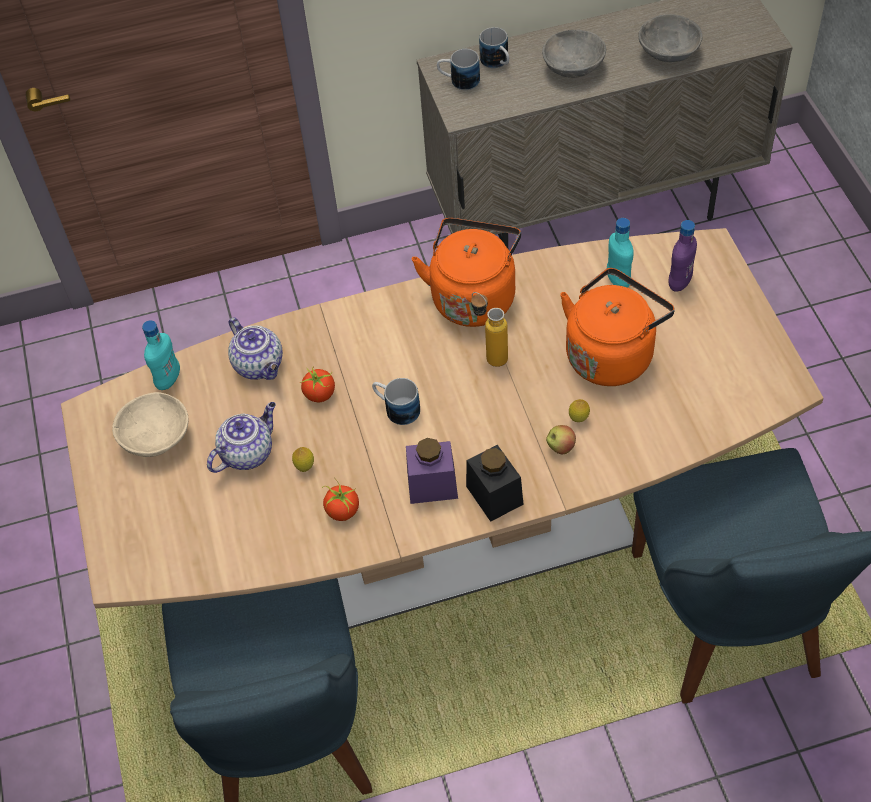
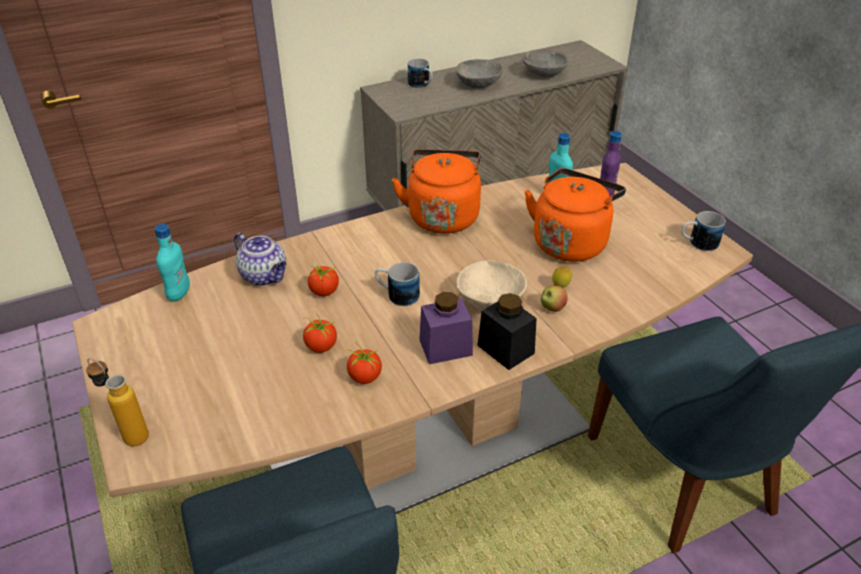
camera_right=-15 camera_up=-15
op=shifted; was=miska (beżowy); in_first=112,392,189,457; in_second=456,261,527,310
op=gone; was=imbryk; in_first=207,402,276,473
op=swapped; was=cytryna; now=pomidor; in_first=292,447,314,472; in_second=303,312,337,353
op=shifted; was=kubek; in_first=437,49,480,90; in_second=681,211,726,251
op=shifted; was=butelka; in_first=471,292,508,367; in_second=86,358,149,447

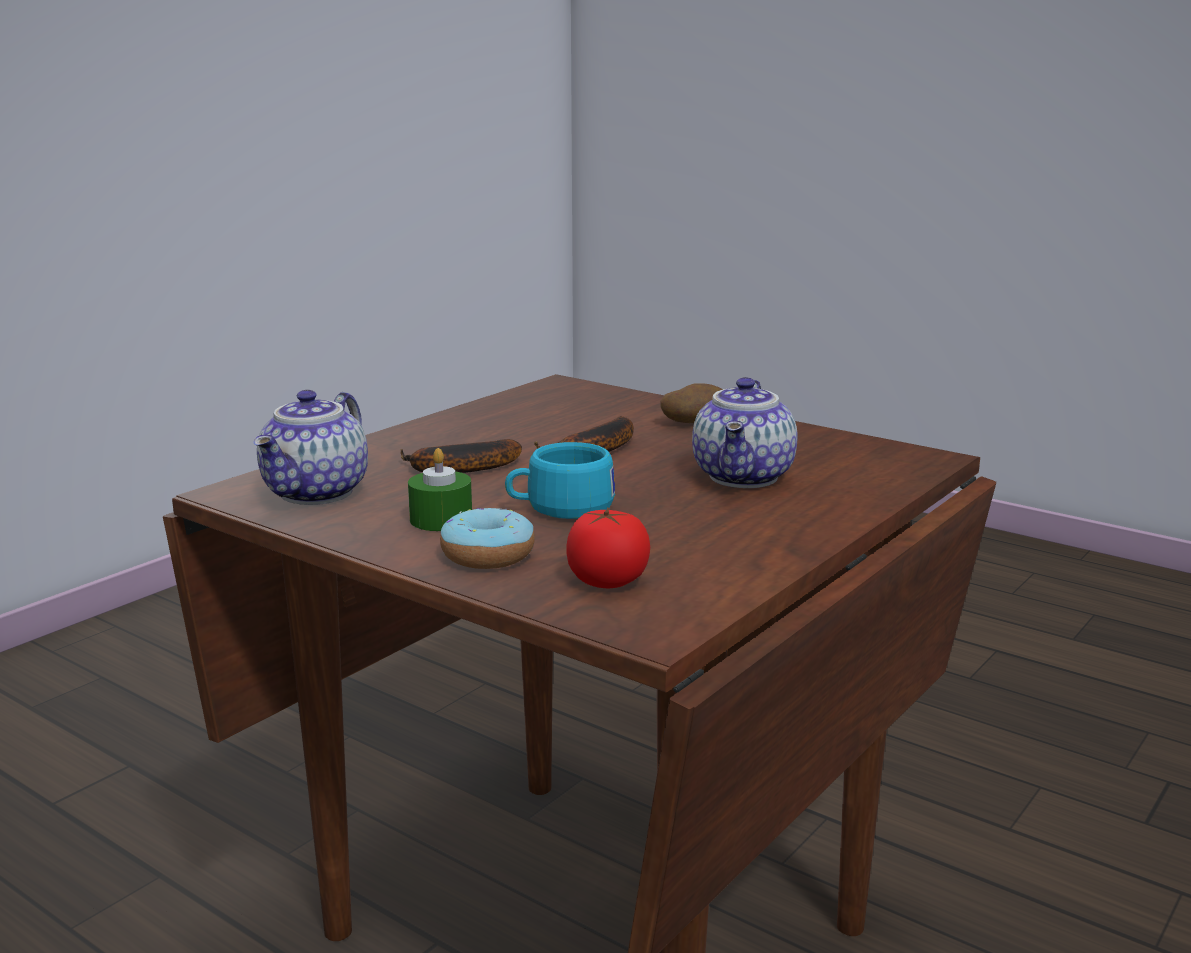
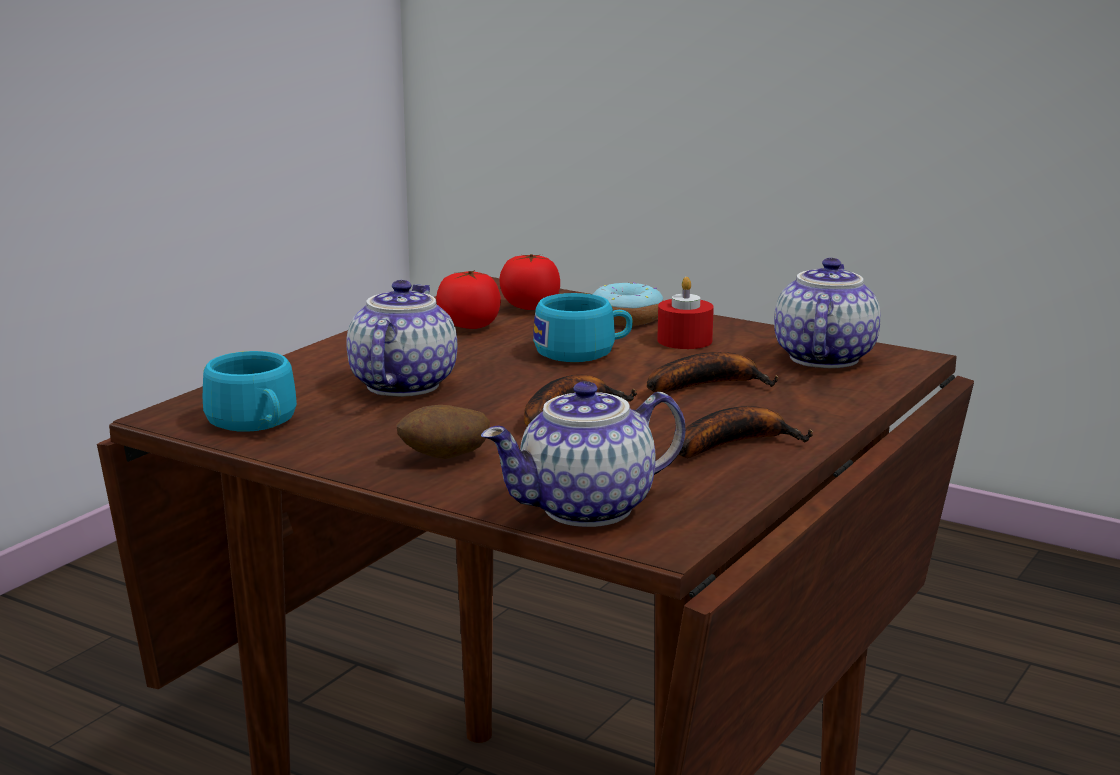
camera_right=175 camera_up=0
op=repainted; was=świeca (zielony); now=świeca (czerwony); in_first=408,448,472,531; in_second=657,277,714,349
op=new; now=filiżanka (turkusowy); in_second=203,351,297,432
op=new; now=pomidor; in_second=436,270,501,329
op=new; now=imbryk; in_second=481,381,685,527
op=new; now=banan; in_second=678,406,813,458

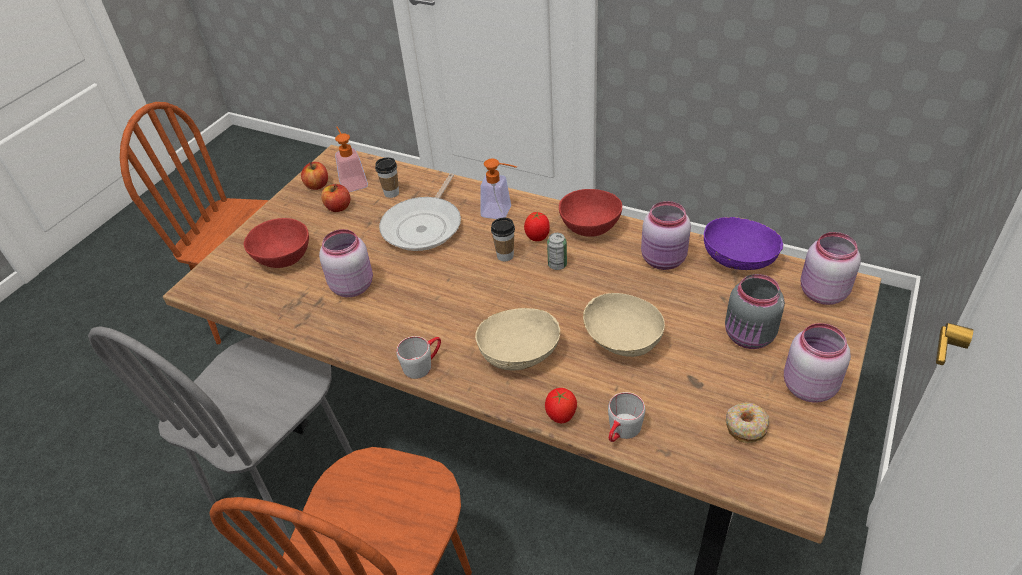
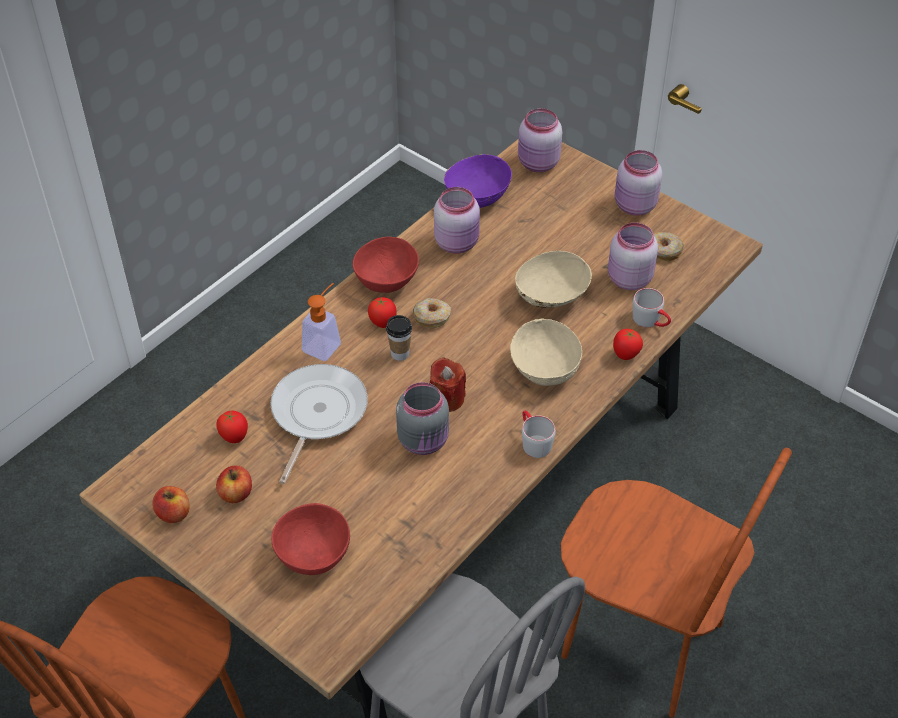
camera_right=-80 camera_up=5
op=shifted; was=słoik (różowy); in_first=319,229,373,297; in_second=608,223,658,290
op=gone; was=dozownik mydła; in_first=335,127,368,192
op=swapped; was=filiżanka; now=pomidor; in_first=375,158,399,198; in_second=216,411,248,443
op=rotated; was=patelnia; in_first=379,173,461,251; in_second=270,364,368,484; clockwise=-105
op=swapped; was=puszka; now=donut; in_first=547,233,567,270; in_second=413,298,451,328
op=shifted; was=słoik (szary); in_first=725,274,785,349; in_second=396,382,449,455
op=new; now=świeca (czerwony); in_second=430,357,466,412

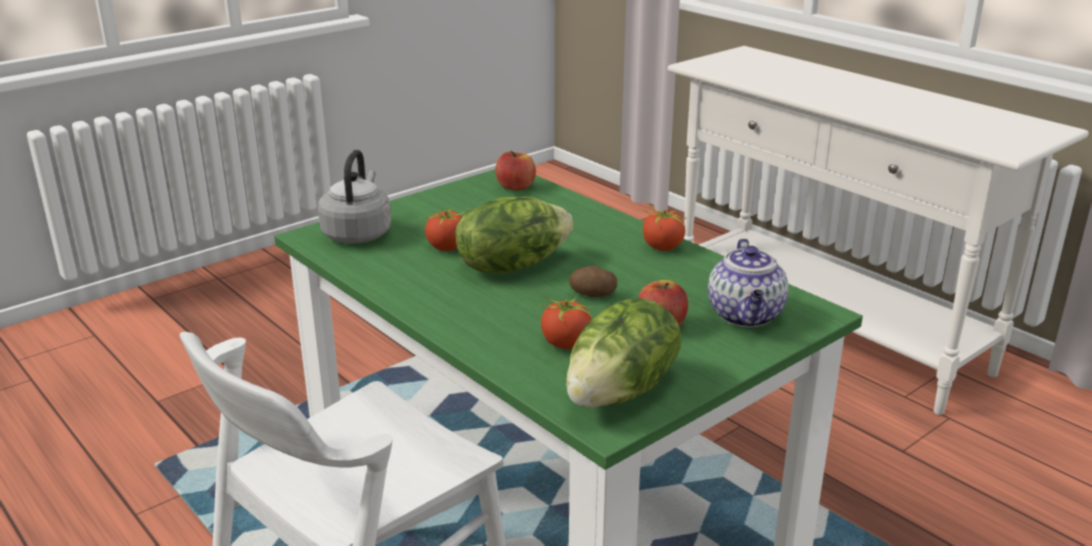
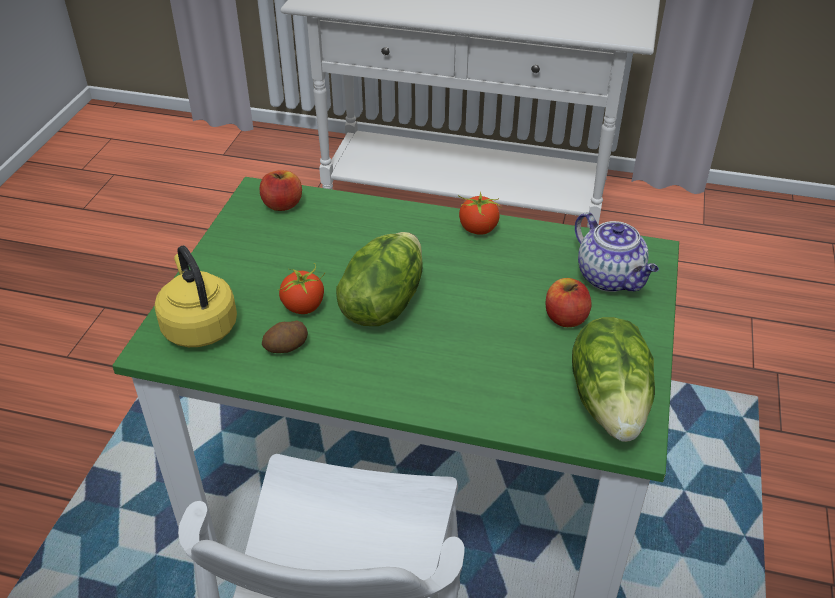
camera_right=-35 camera_up=15
op=repainted; was=czajnik (szary); now=czajnik (żółty); in_first=318,150,391,244; in_second=154,246,237,347
op=gone; was=pomidor; in_first=539,295,593,349
op=shifted; was=ziemniak; in_first=569,266,617,297; in_second=262,320,308,353

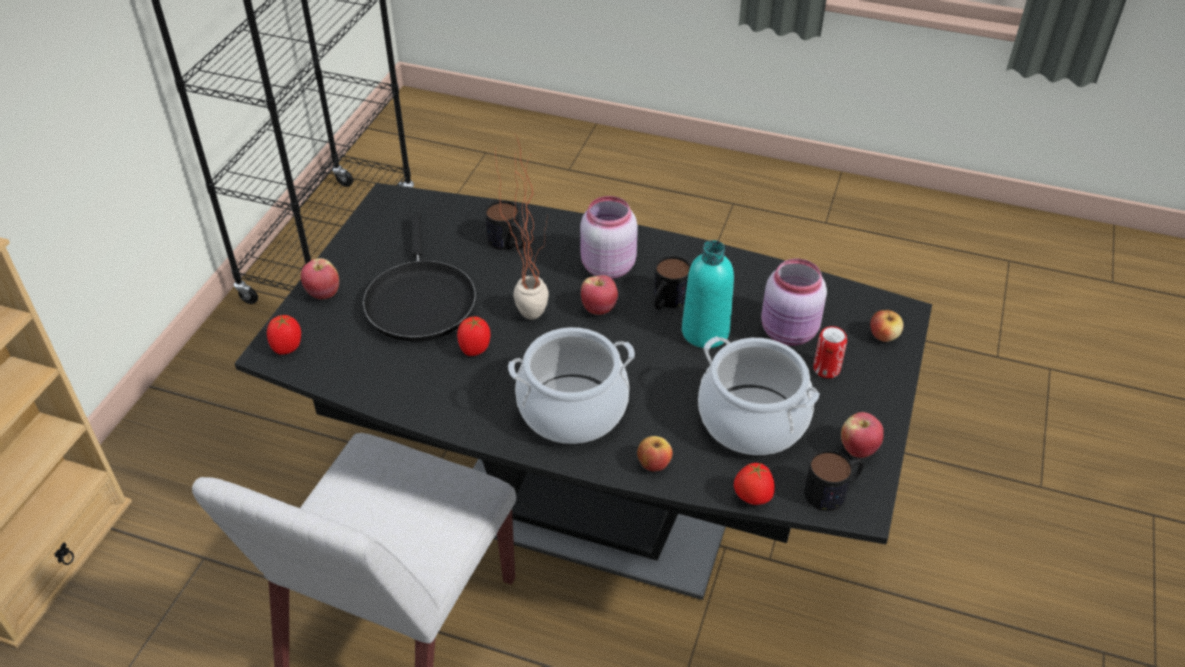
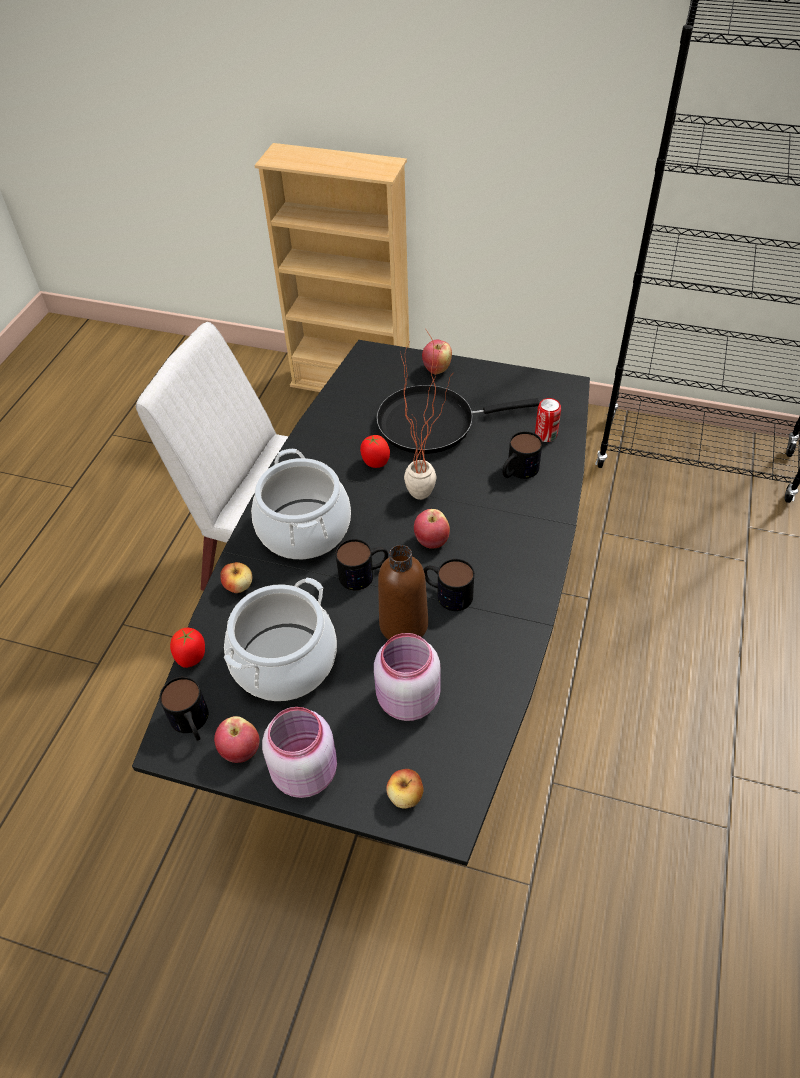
camera_right=90 camera_up=5
op=gone; was=pomidor; in_first=267,315,301,354
op=shifted; was=słoik (różowy); in_first=580,196,638,279; in_second=262,707,337,798
op=repainted; was=butelka (turkusowy); now=butelka (brązowy); in_first=682,240,734,348; in_second=378,545,428,640
op=shifted; was=puszka; in_first=813,326,847,378; in_second=535,398,561,442
op=new; now=kubek; in_second=336,539,388,590

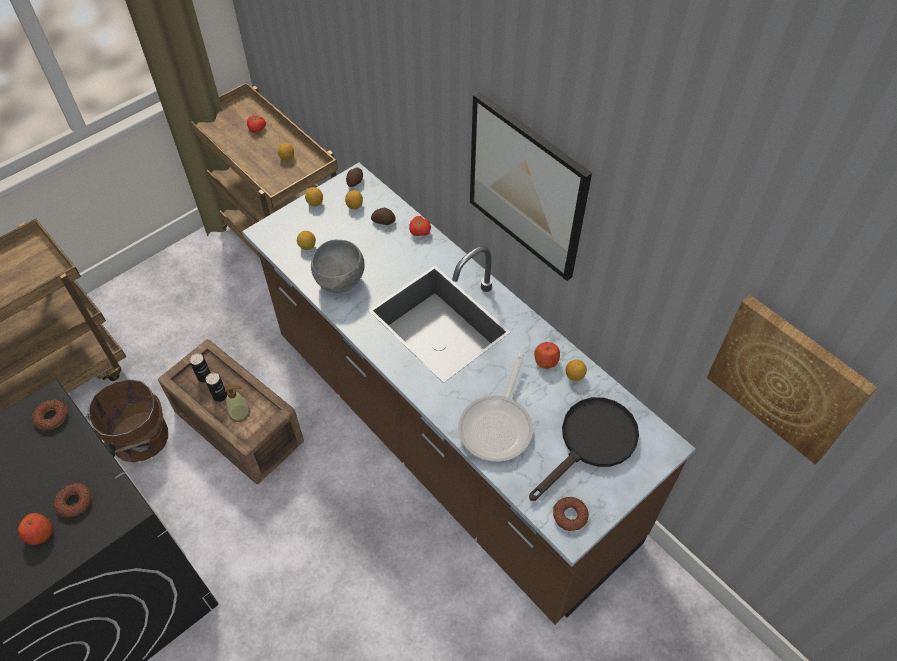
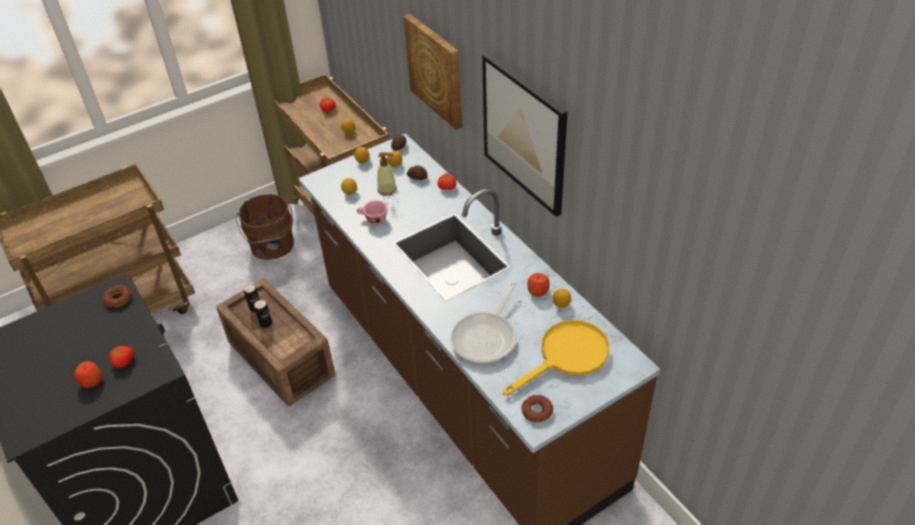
camera_right=10 camera_up=-10
op=swapped; was=donut; now=pomidor; in_first=54,483,91,518; in_second=110,346,134,368
op=shifted; was=wiadro (brązowy); in_first=85,379,168,462; in_second=236,194,294,260
op=shifted; was=dozownik mydła; in_first=225,385,250,422; in_second=377,152,397,196
op=swapped; was=miska (szary); now=filiżanka (różowy); in_first=311,240,365,293; in_second=356,200,388,225
op=repainted; was=patelnia (czarny); now=patelnia (żółty); in_first=529,397,639,501; in_second=503,320,609,396
op=shifted; was=obraz; in_first=707,294,877,464; in_second=403,14,462,130

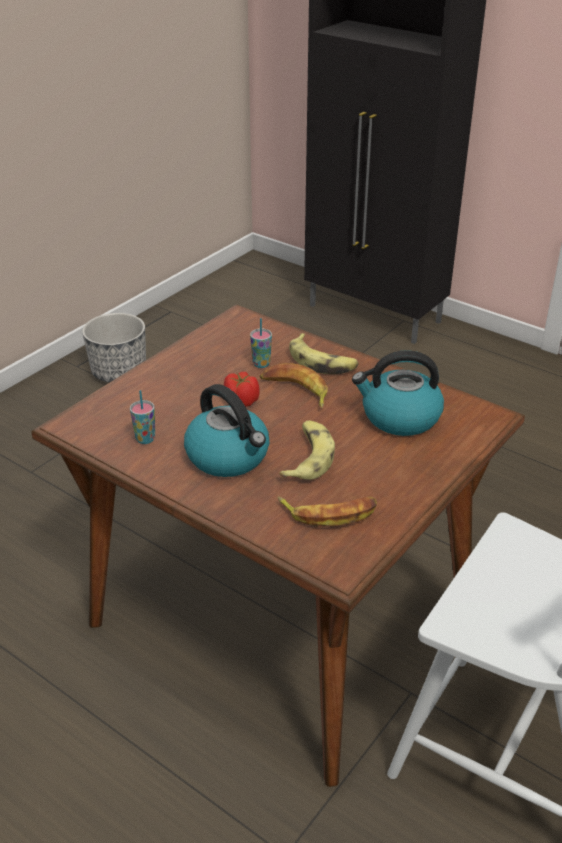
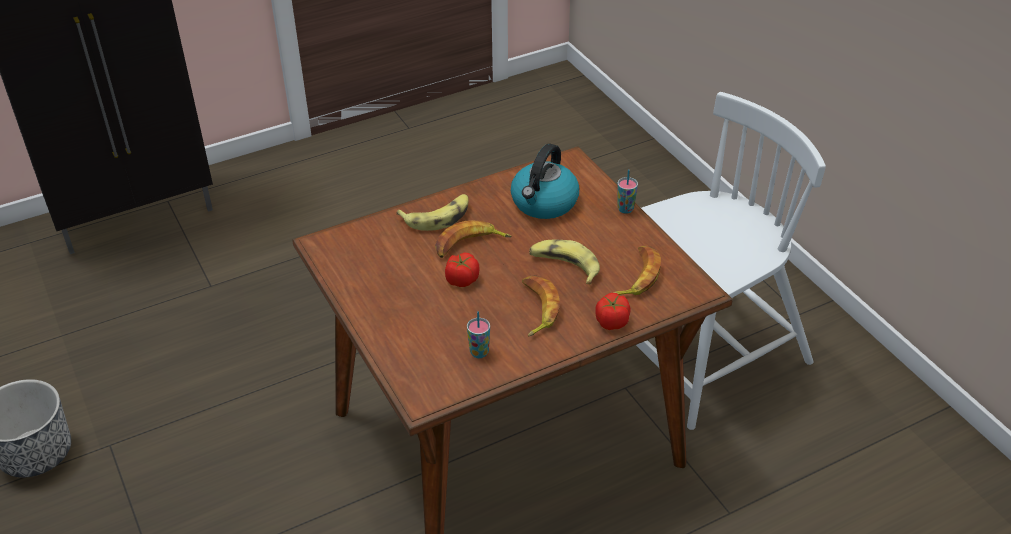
camera_right=-65 camera_up=5
op=swapped; was=czajnik; now=banan; in_first=184,384,270,477; in_second=522,275,560,336
op=shifted; was=filiżanka; in_first=250,318,272,368; in_second=617,169,638,214
op=new; now=pomidor; in_second=595,293,630,330

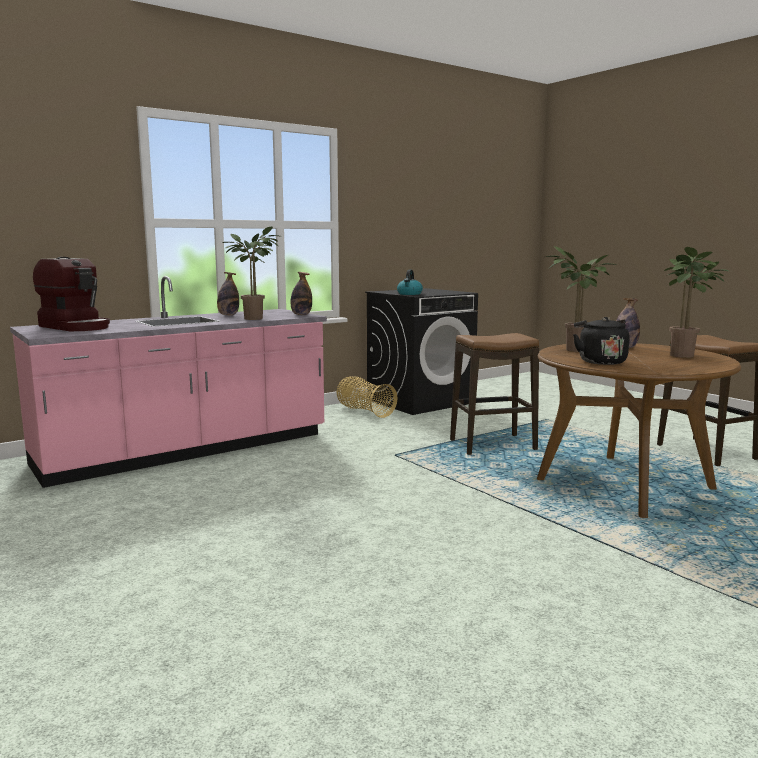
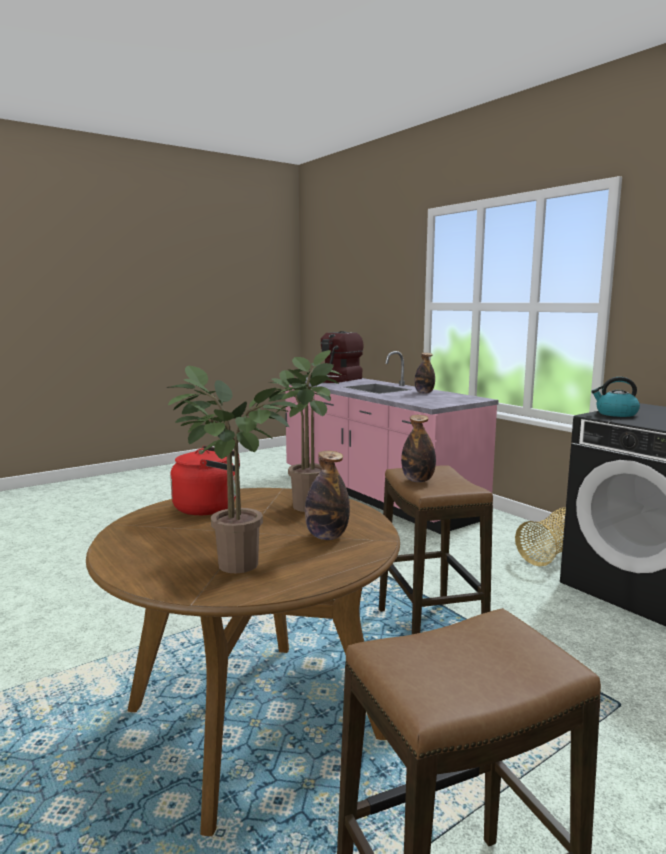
camera_right=90 camera_up=0
op=gone; was=roślina doniczkowa; in_first=222,226,282,320
op=shifted; was=butelka; in_first=291,272,312,315; in_second=401,415,436,482
op=repainted; was=czajnik (czarny); now=czajnik (czerwony); in_first=573,317,629,365; in_second=170,446,240,515

